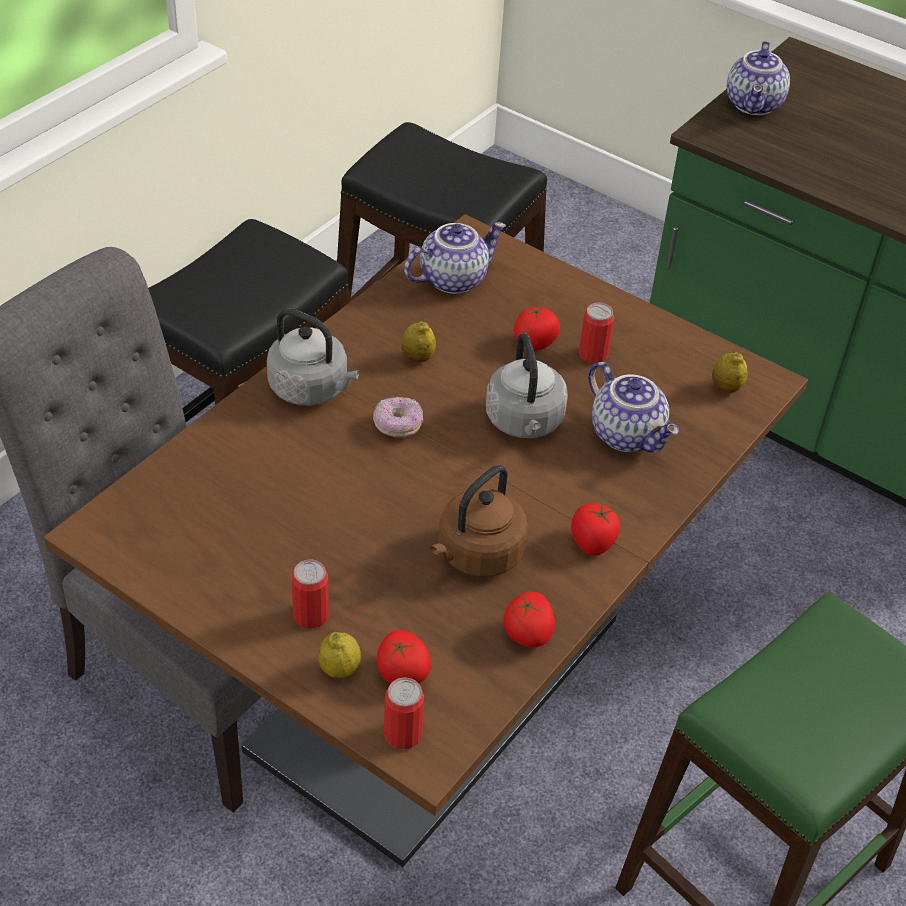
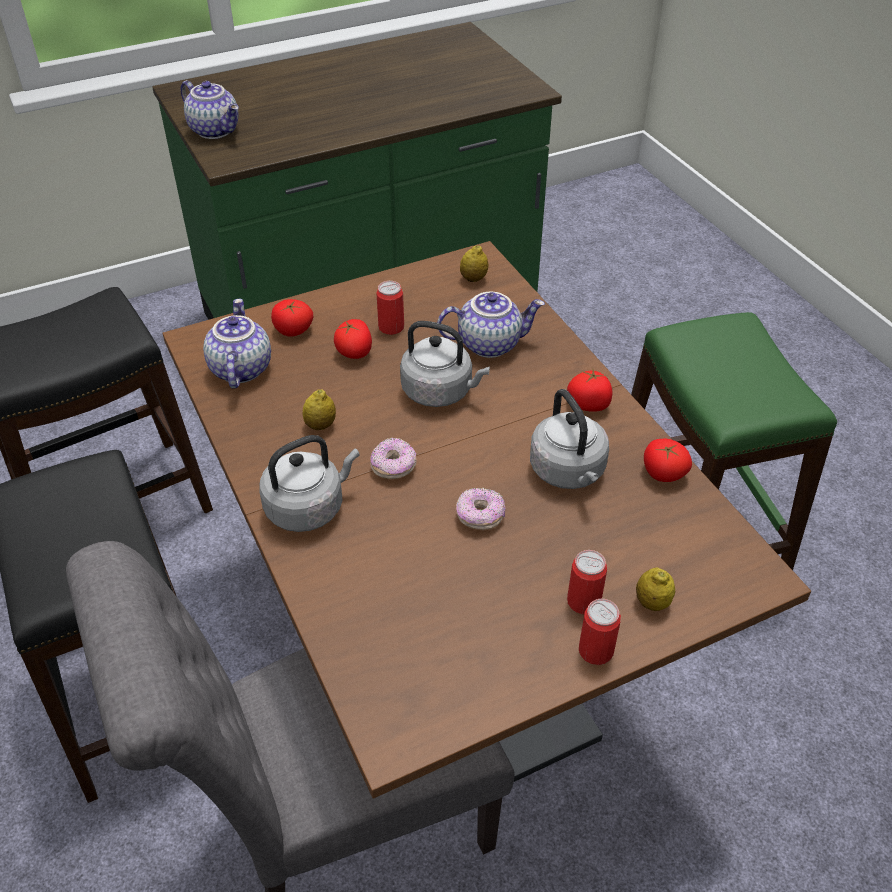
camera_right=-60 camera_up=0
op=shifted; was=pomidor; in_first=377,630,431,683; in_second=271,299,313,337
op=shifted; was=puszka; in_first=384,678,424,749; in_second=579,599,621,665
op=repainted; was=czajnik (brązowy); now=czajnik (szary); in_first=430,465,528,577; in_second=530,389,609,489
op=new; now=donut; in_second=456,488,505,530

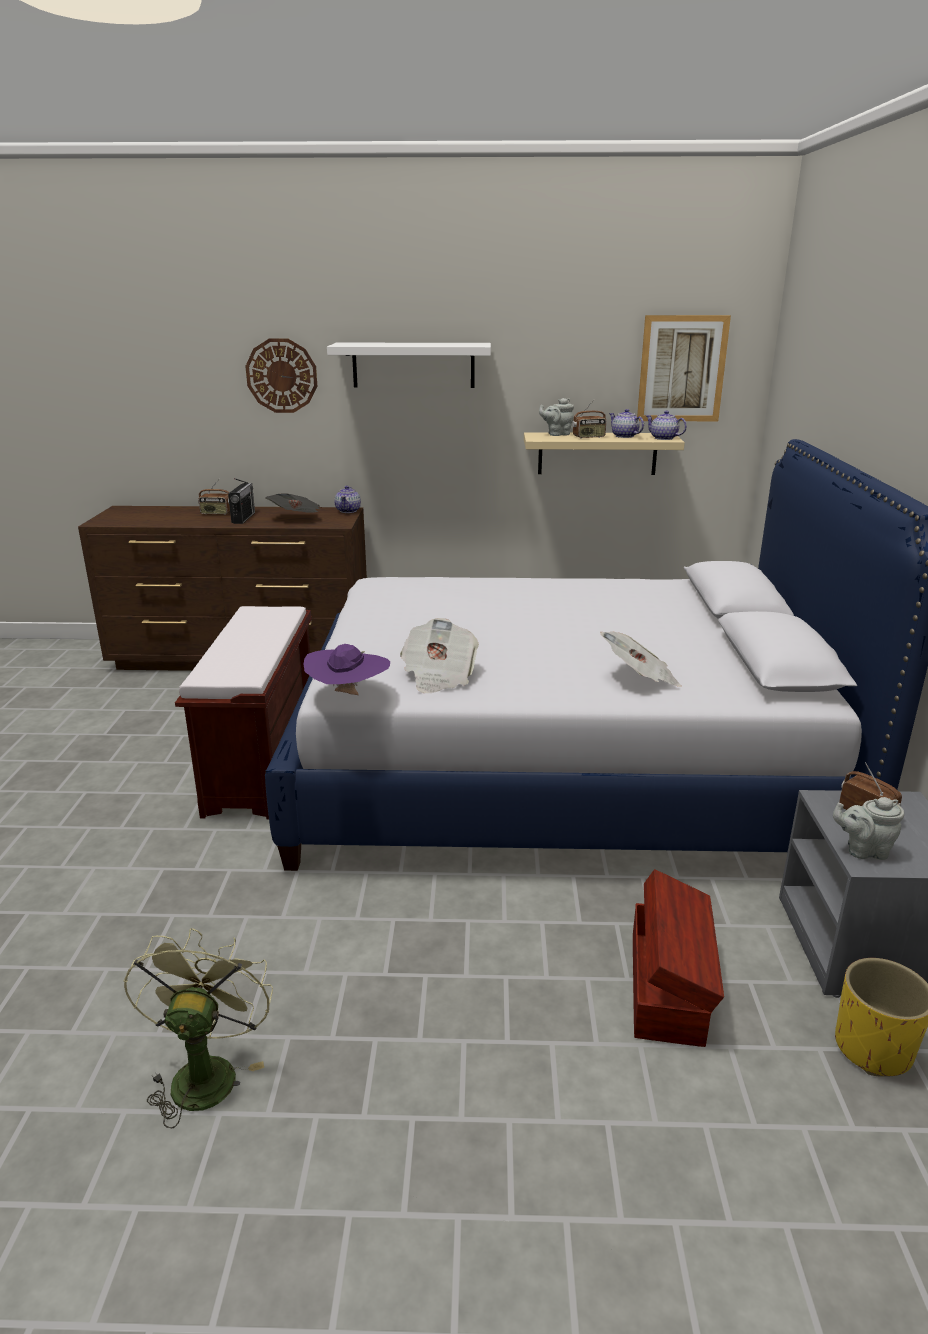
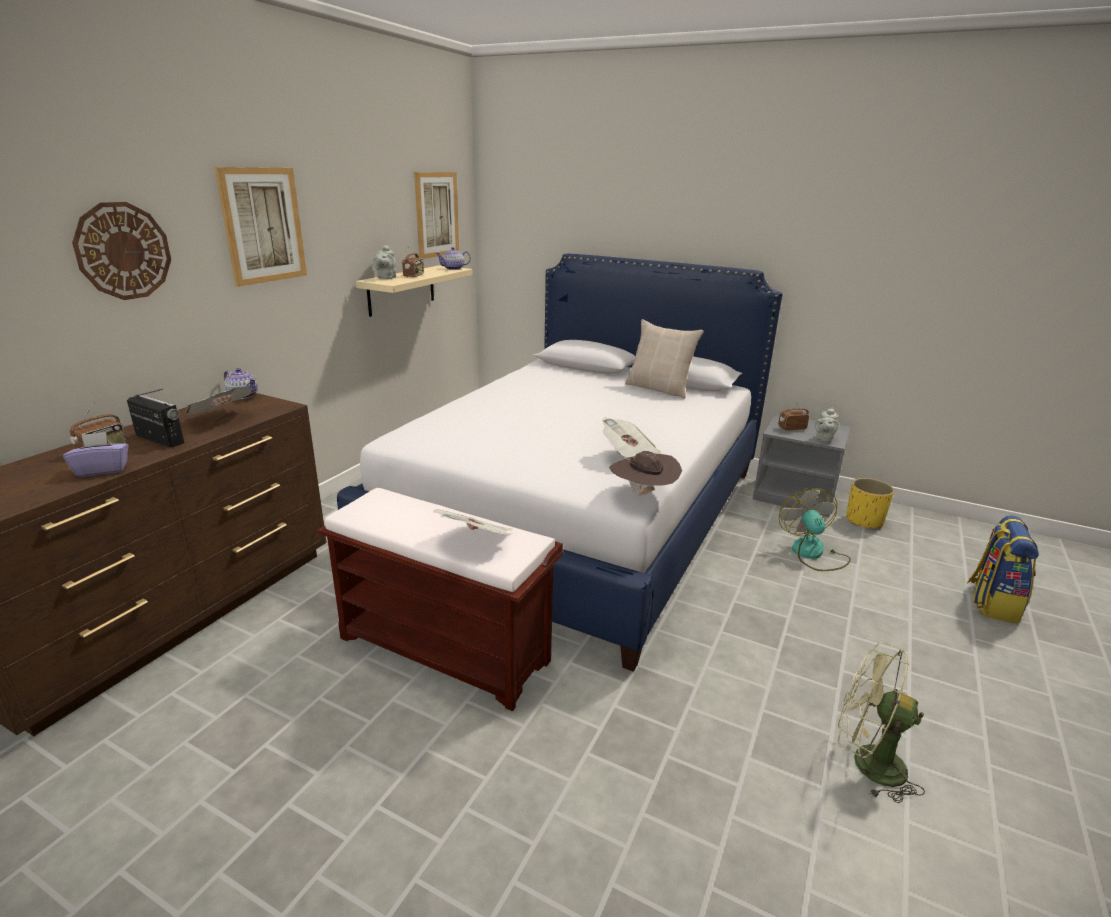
camera_right=-65 camera_up=0
op=repainted; was=kapelusz (fioletowy); now=kapelusz (brązowy); in_first=303,644,390,695; in_second=609,451,682,496
op=swapped; was=półka (biały); now=obraz; in_first=327,343,491,388; in_second=215,167,307,287
op=shifted; was=gazeta; in_first=600,631,682,687; in_second=433,509,513,535
op=gone; was=imbryk; in_first=609,409,644,438
op=swapped; was=pojemnik do przechowywania (brązowy); now=wentylator; in_first=633,869,724,1047; in_second=779,488,851,571
op=new; now=pudełko chusteczek (fioletowy); in_second=63,432,129,477
op=new; now=poduszka (beżowy); in_second=625,319,704,399
op=new; now=plecak; in_second=967,515,1039,624

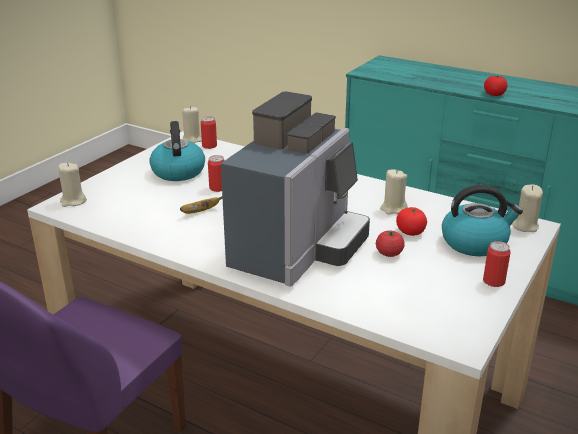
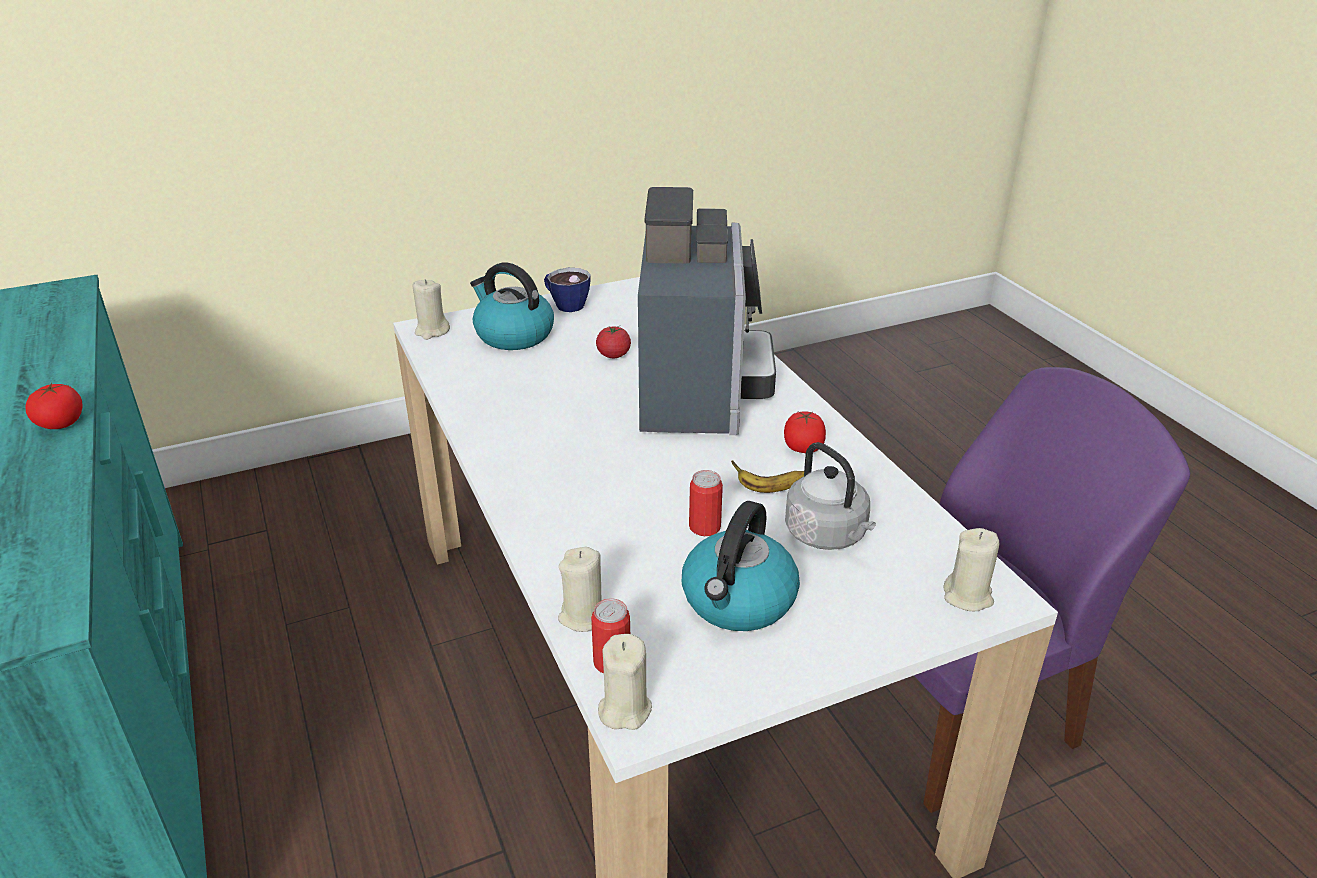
camera_right=-145 camera_up=5
op=rotated; was=ekspres do kawy; in_first=221,91,370,287; in_second=638,187,776,435; clockwise=120
op=shifted; was=świeca (beżowy); in_first=380,169,408,215; in_second=558,547,602,632
op=shifted; was=pomidor; in_first=396,207,427,236; in_second=784,411,826,453
op=swapped; was=puszka; now=filiżanka; in_first=483,241,510,287; in_second=544,268,591,312
op=new; now=czajnik (szary); in_second=785,442,876,550

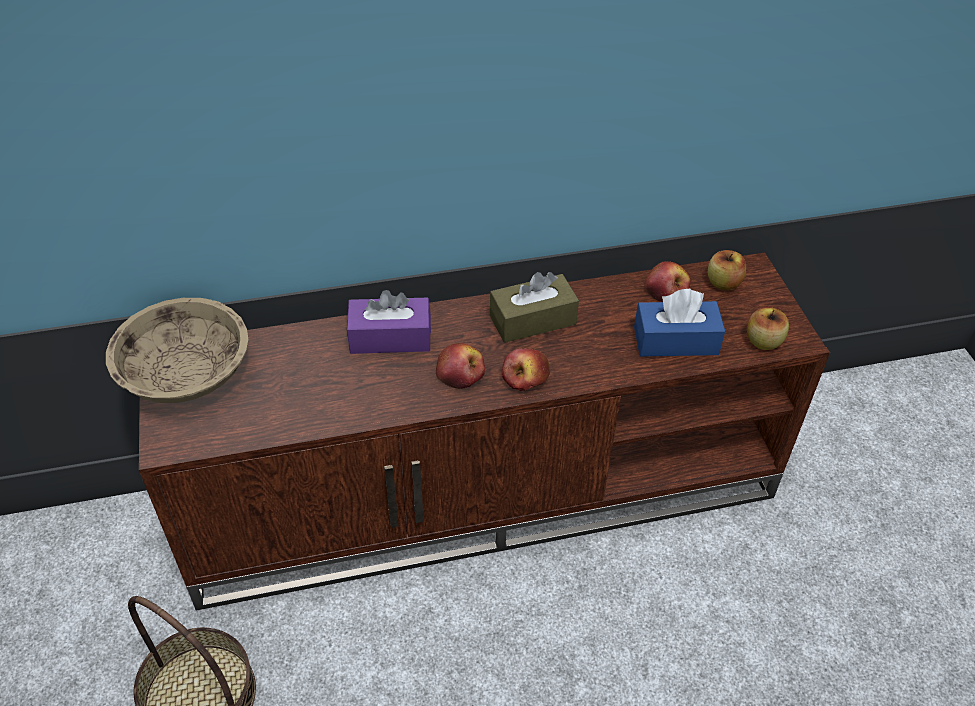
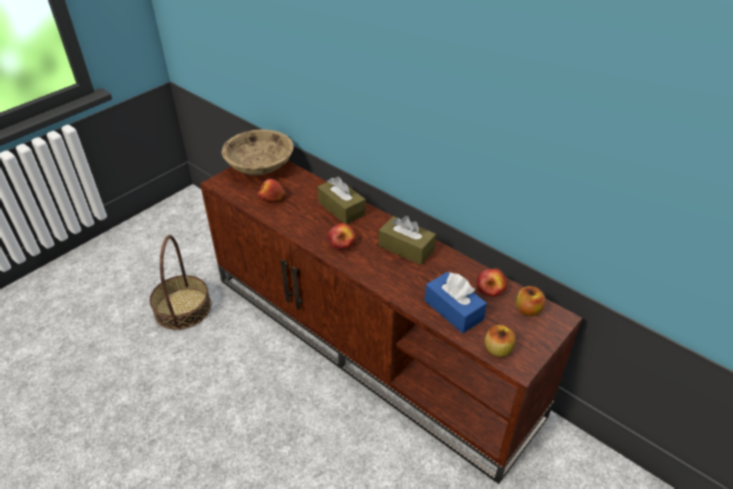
camera_right=55 camera_up=-5
op=repainted; was=pudełko chusteczek (fioletowy); now=pudełko chusteczek (brązowy); in_first=347,290,431,354; in_second=317,176,366,224
op=shifted; was=jabłko; in_first=502,348,550,391; in_second=258,179,286,201

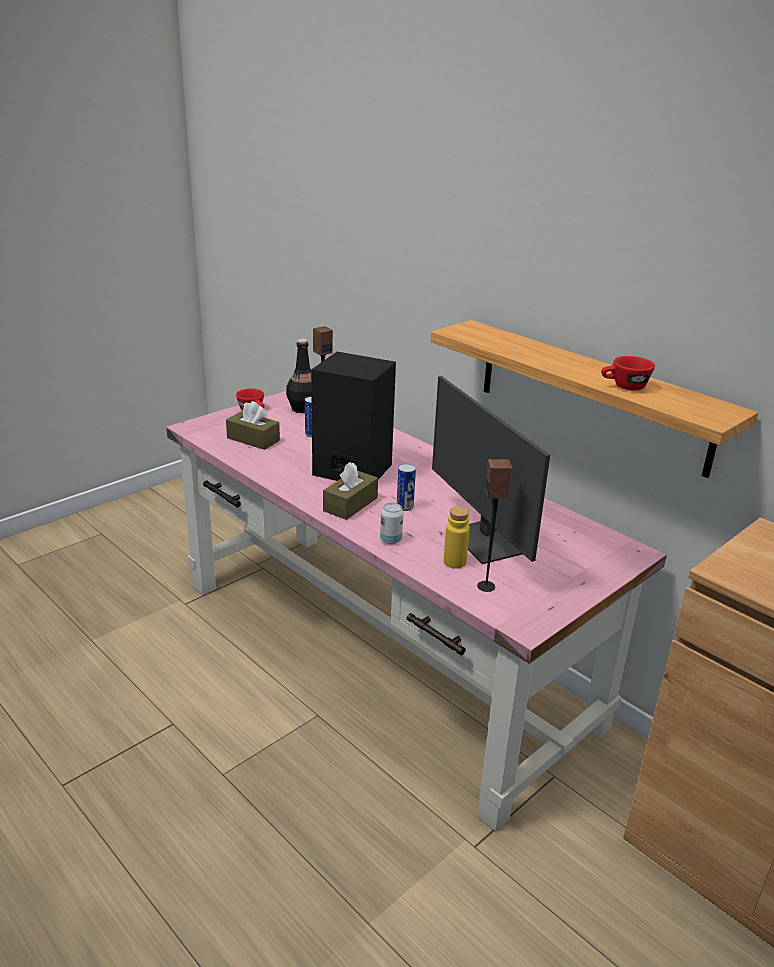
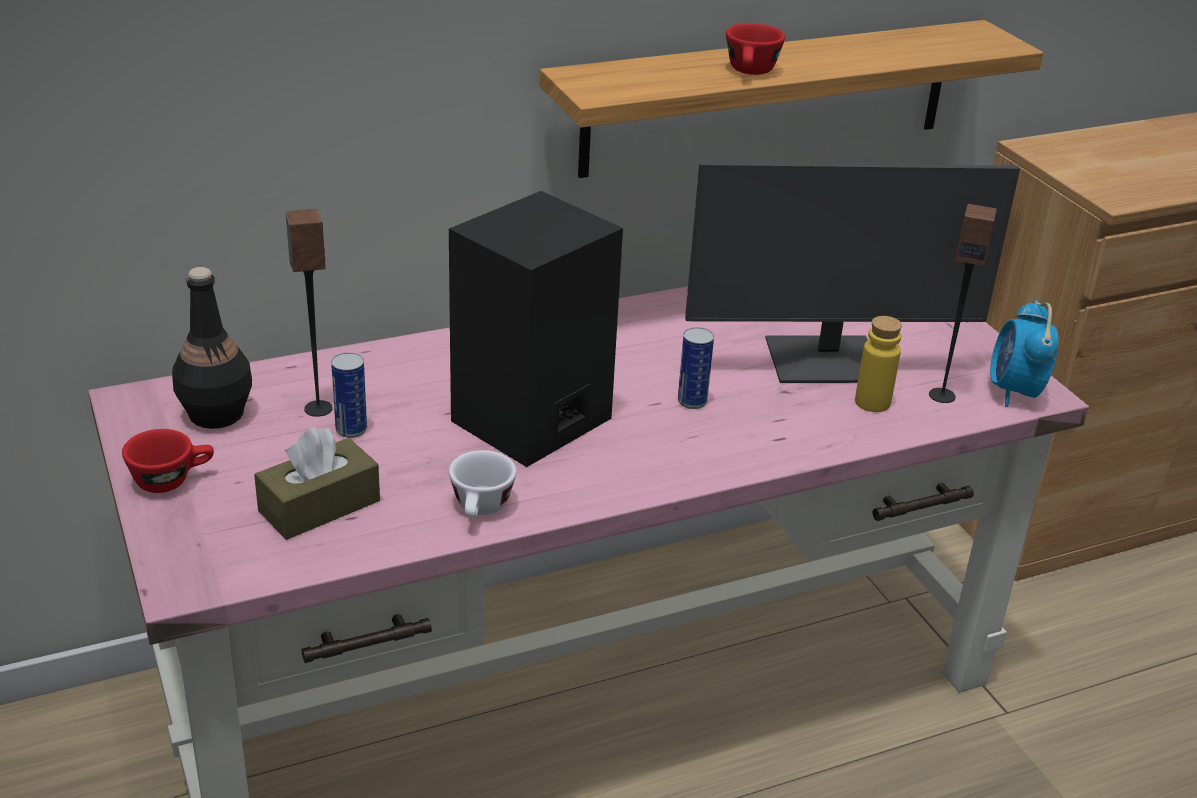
camera_right=-70 camera_up=5
op=gone; was=pudełko chusteczek (brązowy); in_first=323,462,378,520
op=gone; was=puszka; in_first=380,503,403,544
op=shifted; was=filiżanka (czerwony); in_first=601,356,655,391; in_second=726,23,785,75
op=new; now=filiżanka (biały); in_second=449,450,516,519
op=new; now=budzik; in_second=990,300,1058,407

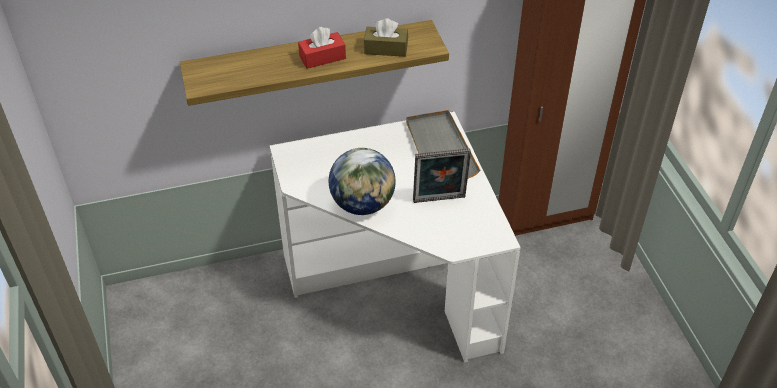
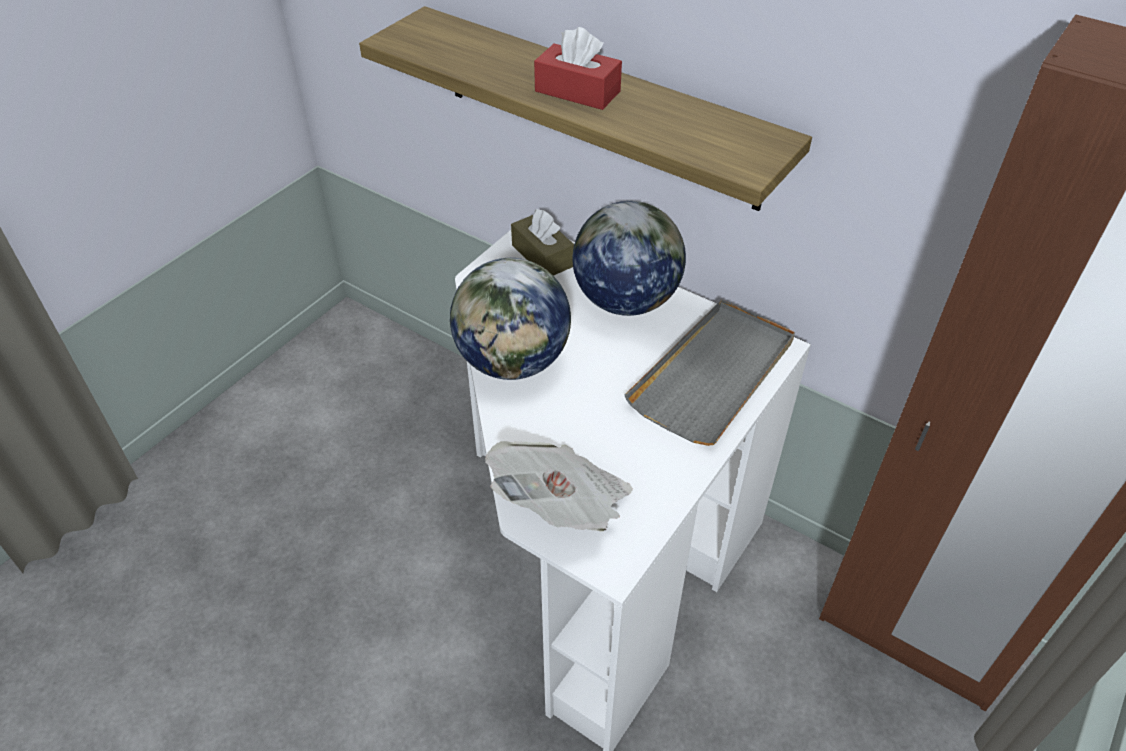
camera_right=50 camera_up=0
op=shifted; was=pudełko chusteczek (brązowy); in_first=364,18,408,57; in_second=511,209,574,276
op=gone; was=ramka na zdjęcie; in_first=413,148,471,203
op=new; now=gazeta; in_second=485,441,633,532
op=new; now=globus; in_second=572,201,686,316

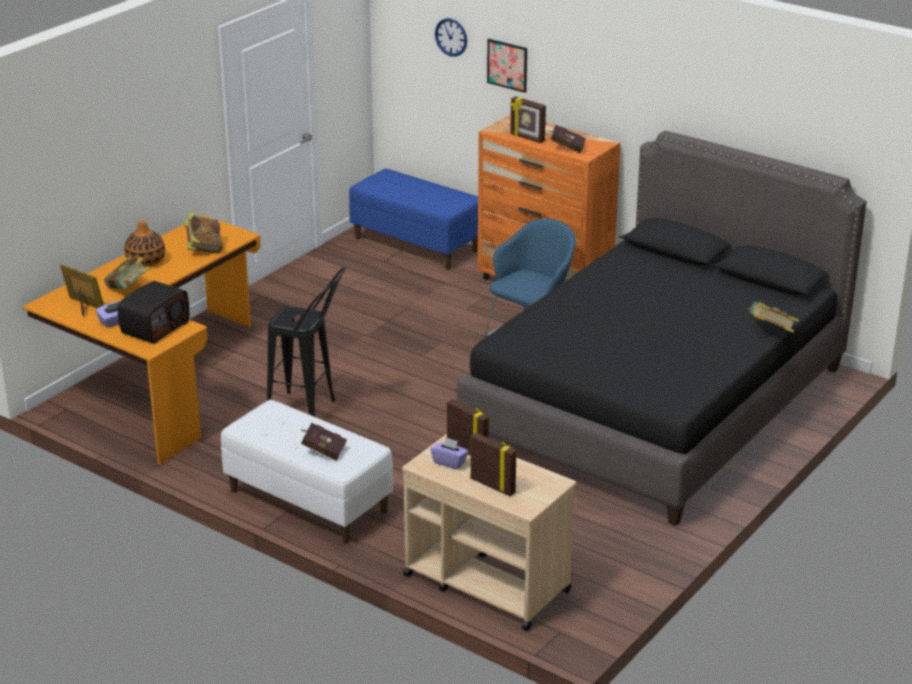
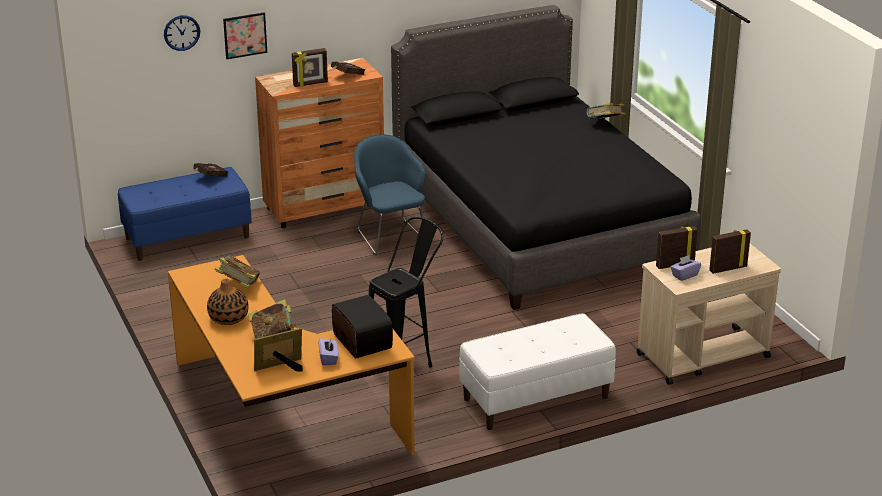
camera_right=-60 camera_up=0
op=shifted; was=książka (czerwony); in_first=300,423,347,461; in_second=193,163,229,177

